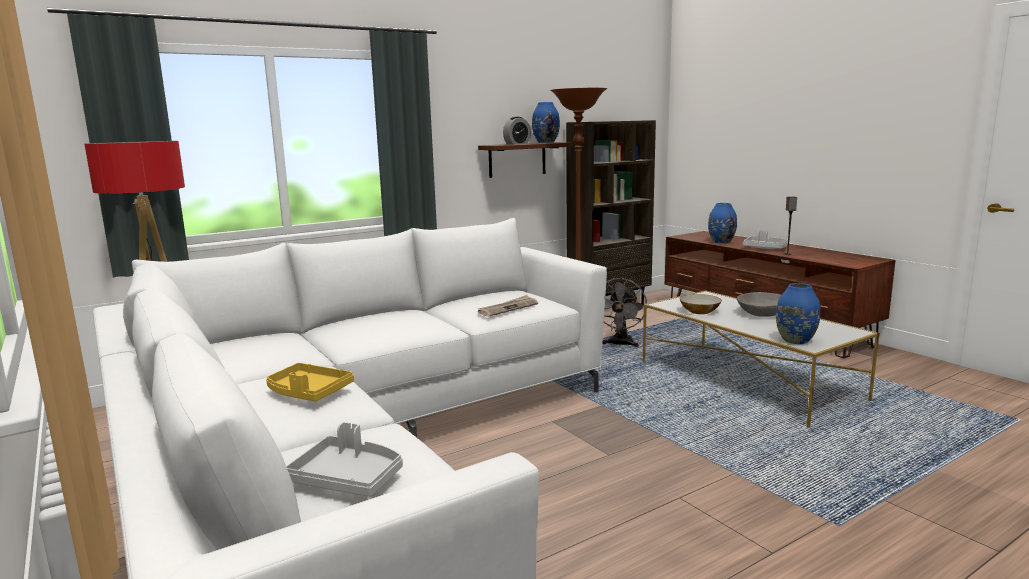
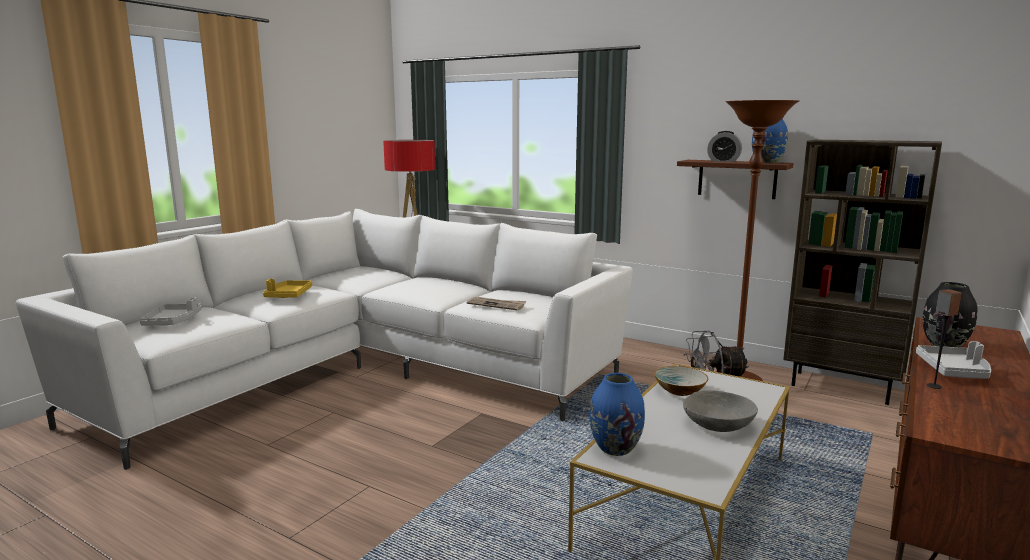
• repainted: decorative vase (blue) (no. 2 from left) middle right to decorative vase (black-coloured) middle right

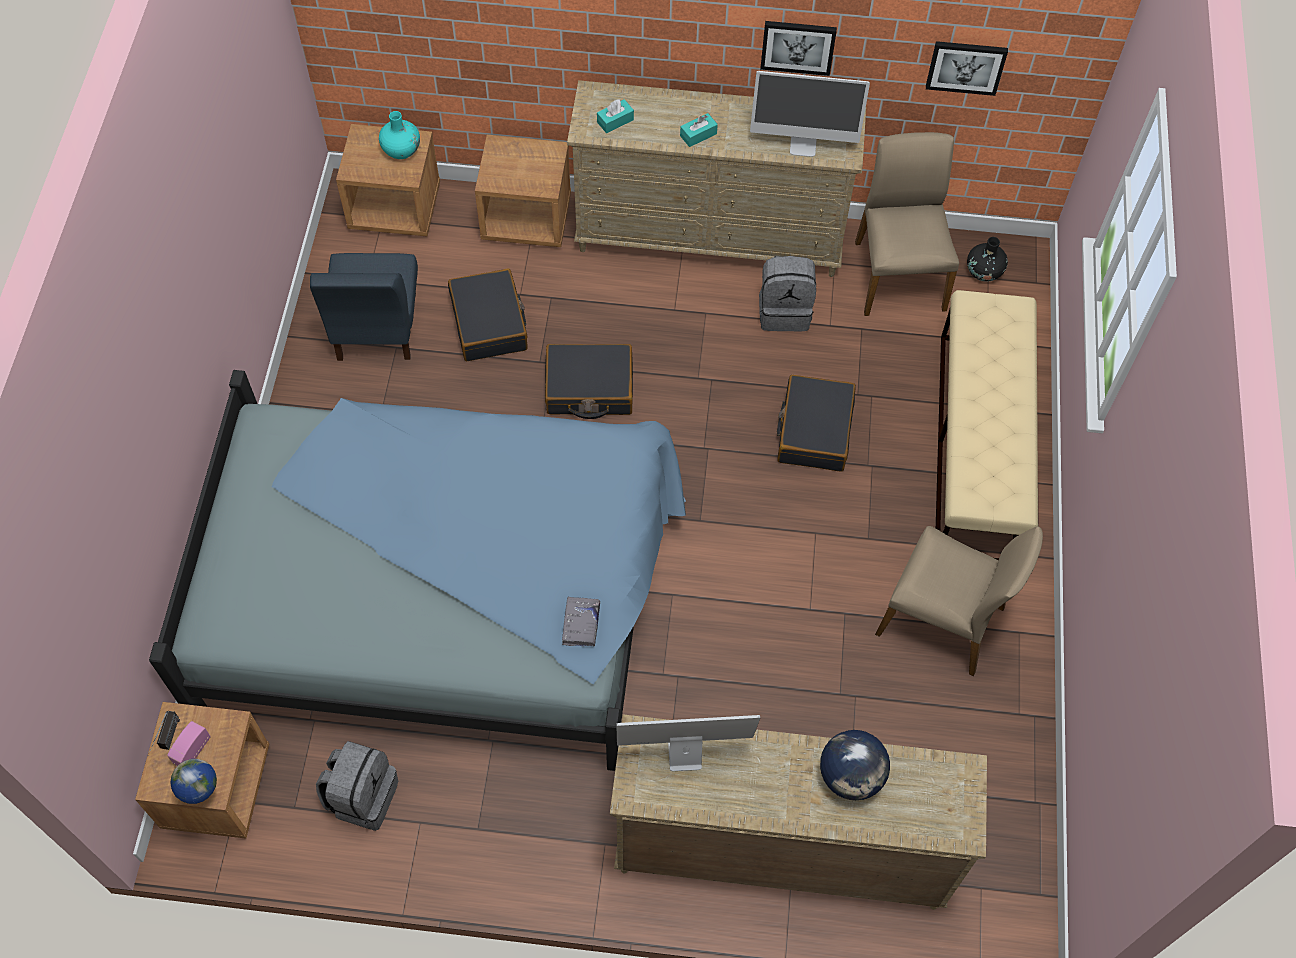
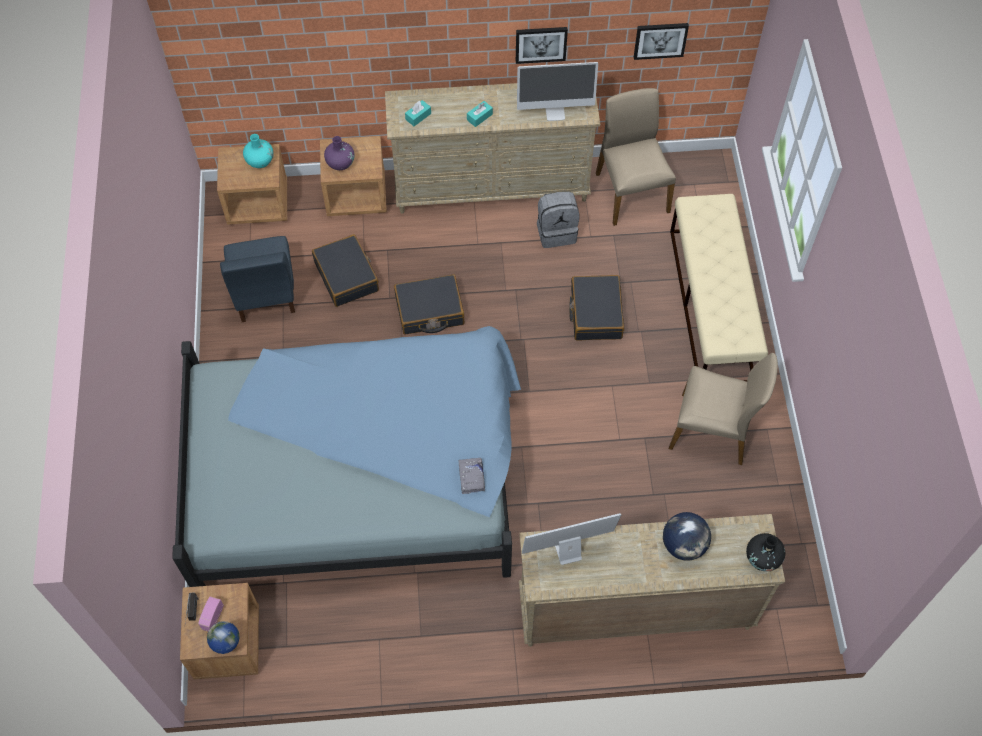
• shifted: decorative vase (black-coloured) top right to bottom right
• gone: backpack (grey) (no. 1 from left) bottom left
• new: decorative vase (purple-coloured) top centre

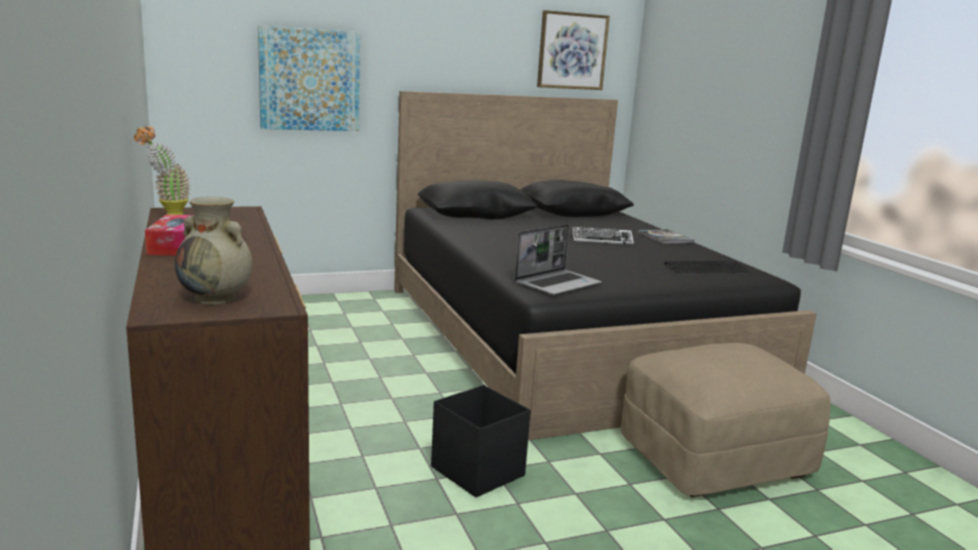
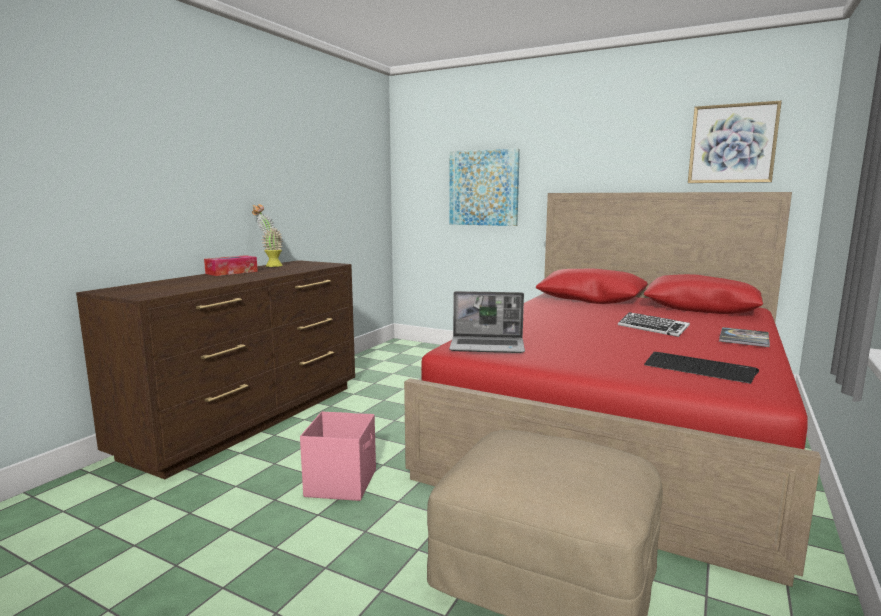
• repainted: bed (black-coloured) centre to bed (red) middle right
• gone: decorative vase (beige-coloured) middle left
• repainted: storage container (black-coloured) bottom centre to storage container (pinkish) bottom centre

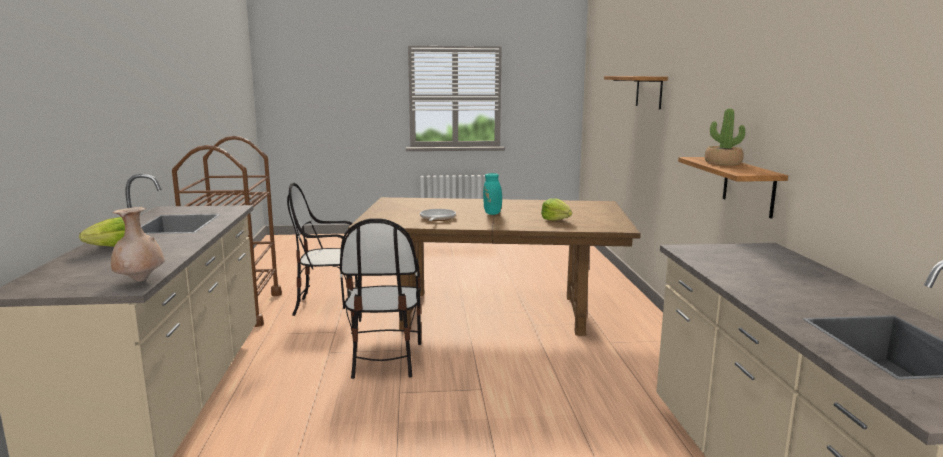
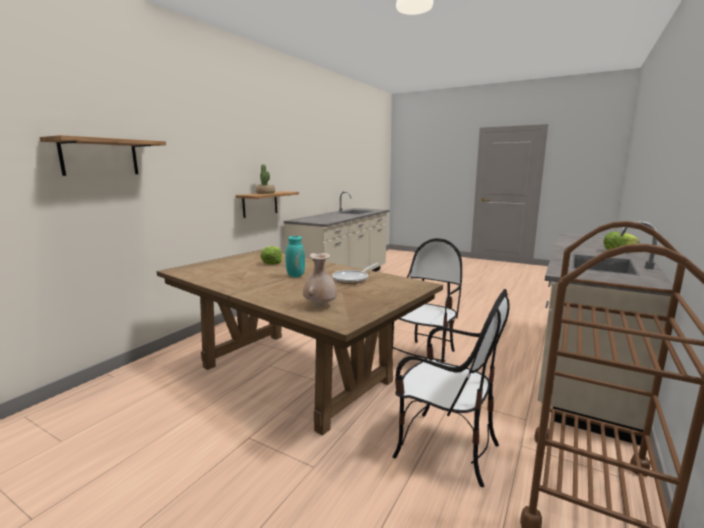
• shifted: decorative vase (beige-coloured) middle left to centre

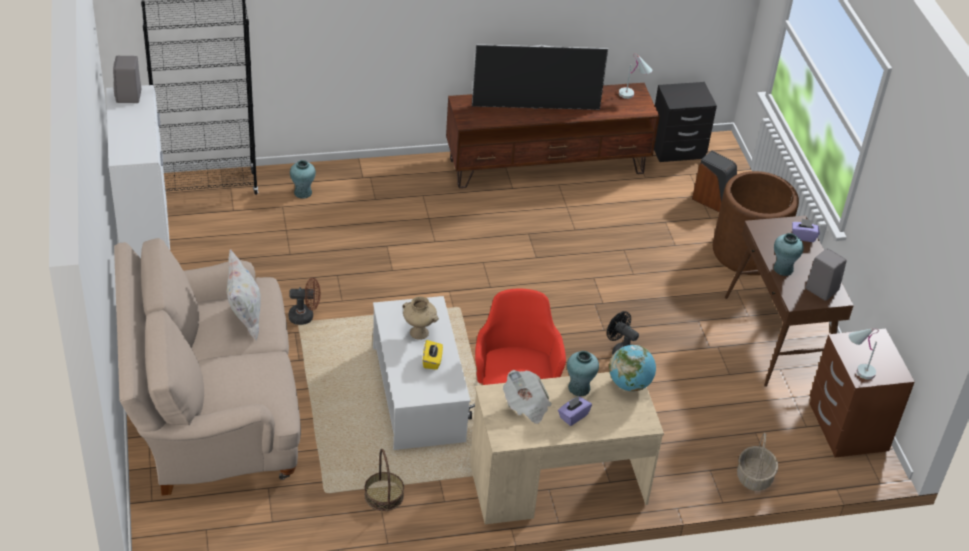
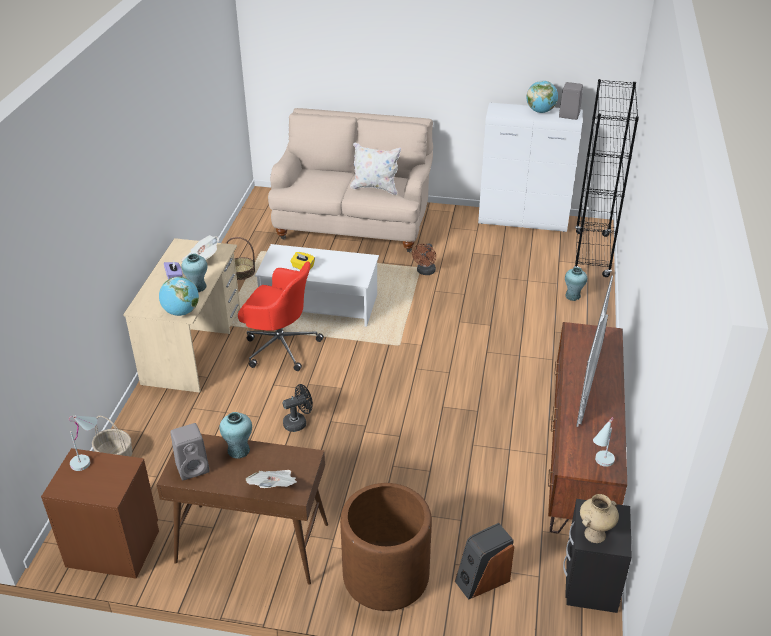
• swapped: box of tissues (purple-coloured) (no. 2 from left) middle right to daily paper (no. 2 from left) bottom centre
• shifted: decorative vase (beige-coloured) centre to bottom right
• new: desk globe (no. 2 from left) top right

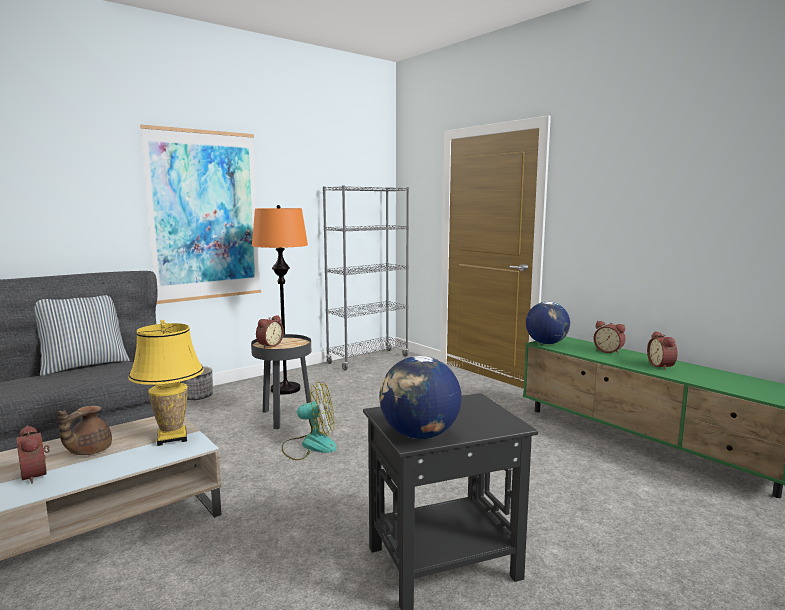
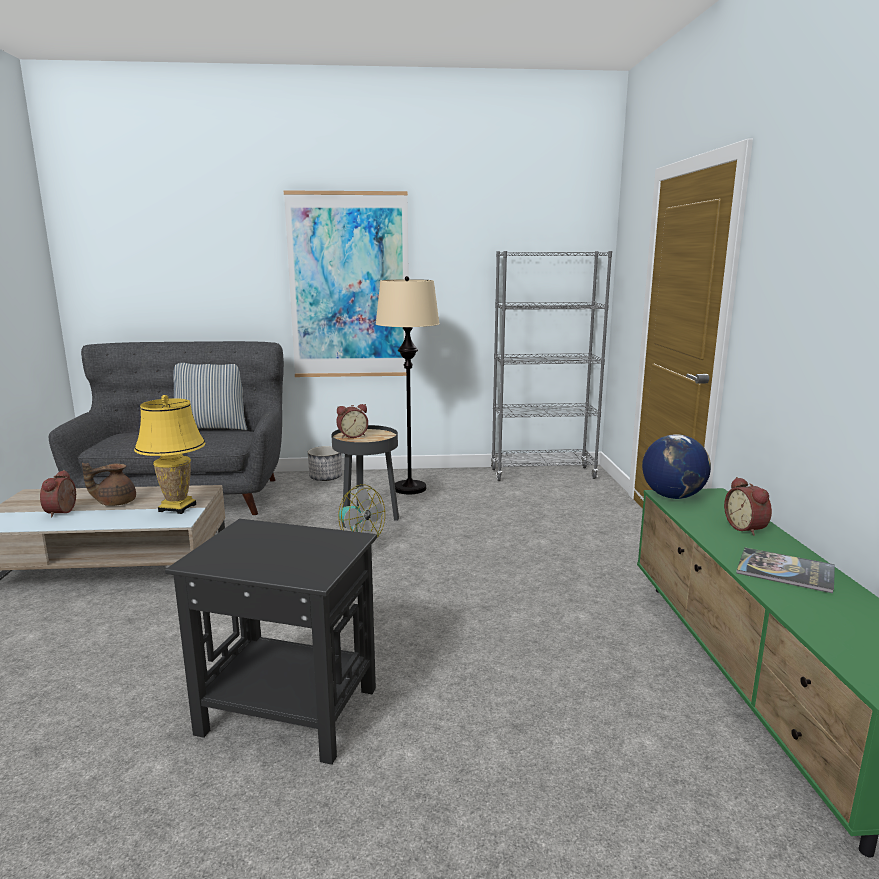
• repainted: standing lamp (orange) centre to standing lamp (beige-coloured) centre
• swapped: bedside clock (no. 4 from left) middle right to book middle right
• gone: desk globe (no. 1 from left) centre

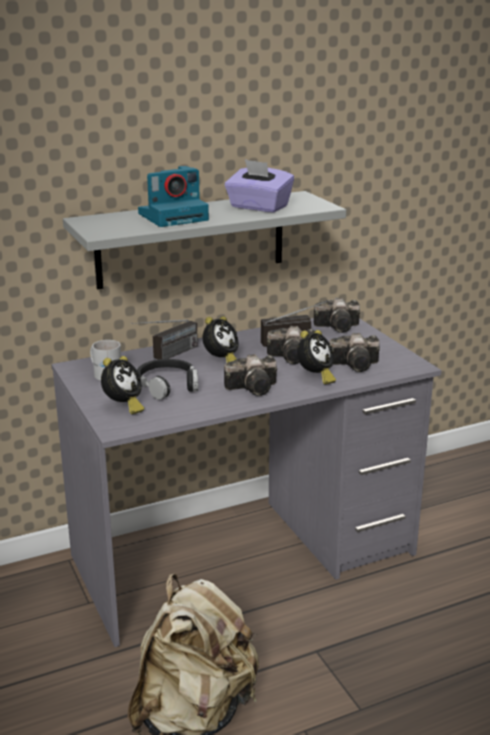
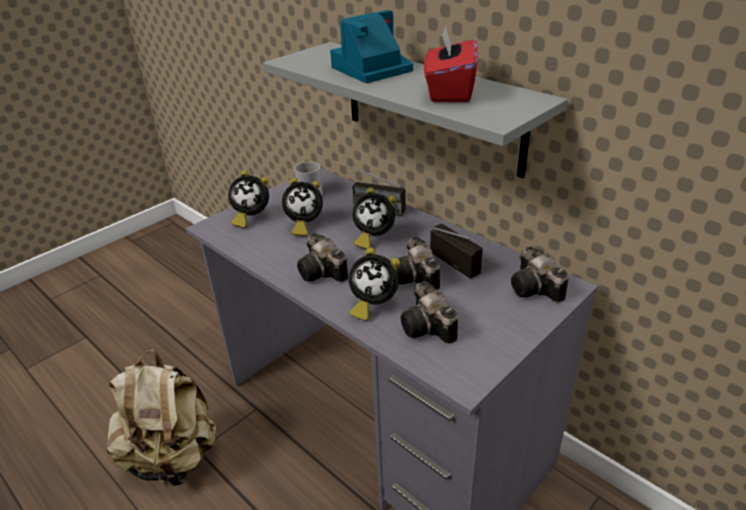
• repainted: box of tissues (purple-coloured) top centre to box of tissues (red) top centre
• rotated: still camera (no. 1 from left in the first image) top centre = top centre 105 degrees clockwise
• swapped: headphones (black-coloured) centre to bedside clock (no. 2 from left) centre

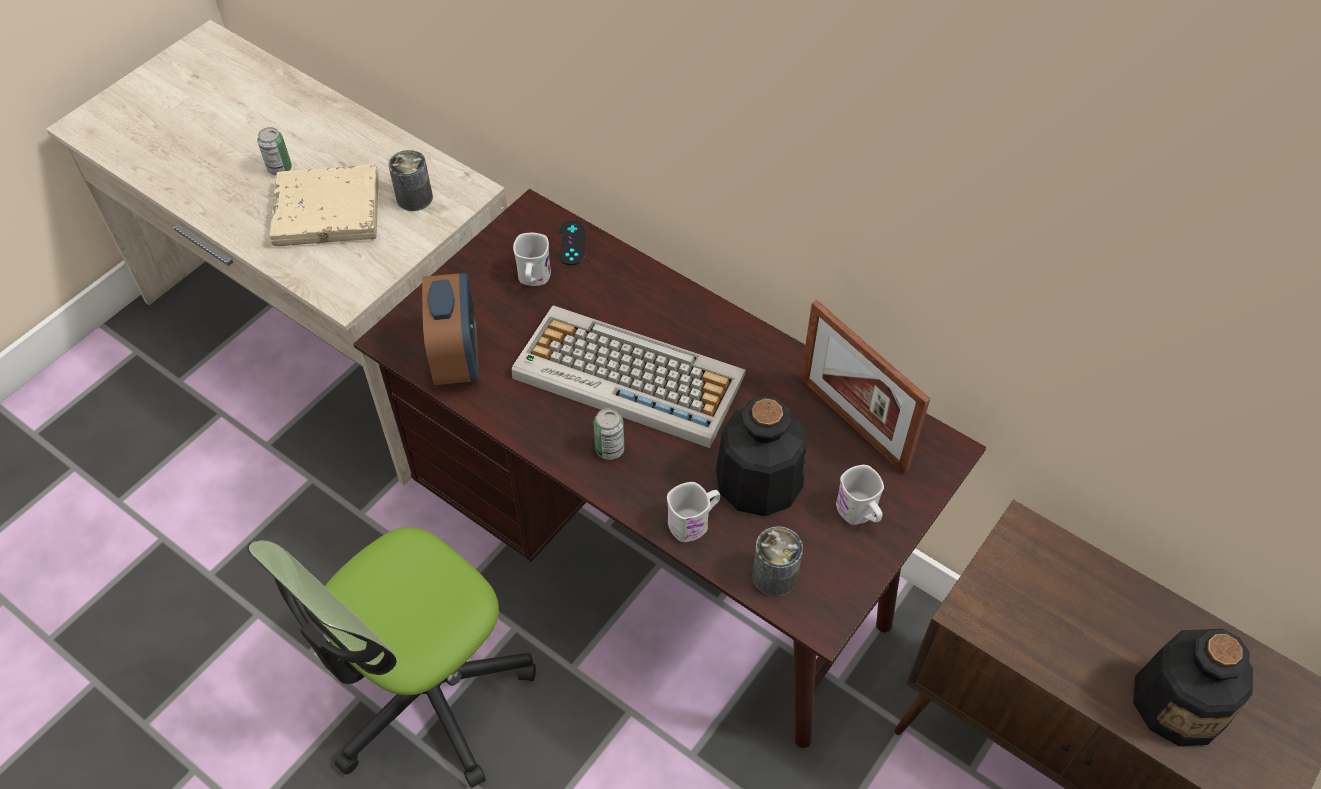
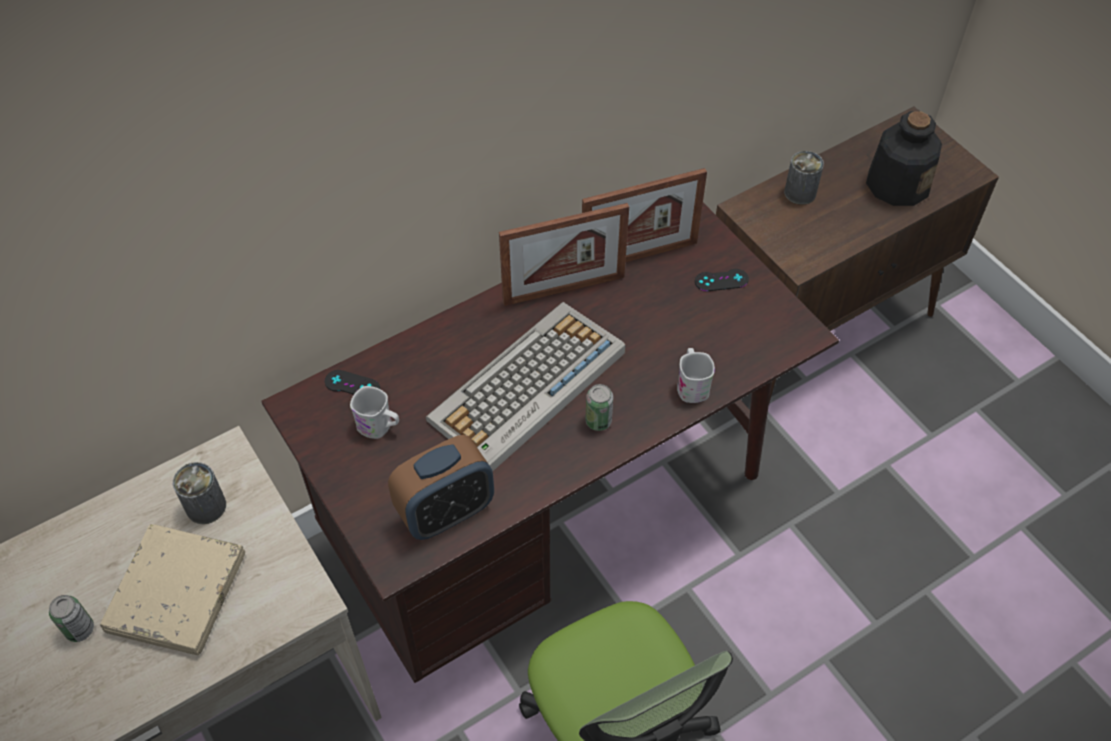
• rotated: bedside clock centre = centre 135 degrees clockwise
• gone: drink bottle (no. 1 from left) centre
• swapped: mug (whitish) (no. 3 from left) centre to gamepad (black-coloured) (no. 2 from left) centre
• shifted: sealed can (no. 4 from left) bottom centre to top right
• new: picture frame (no. 1 from left) centre

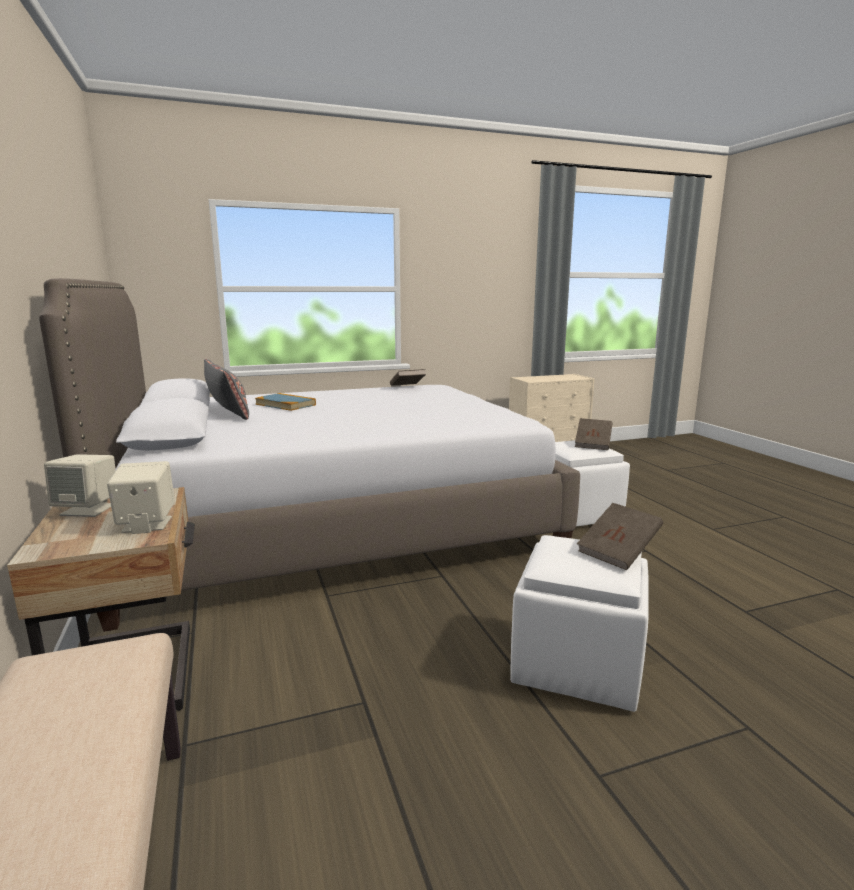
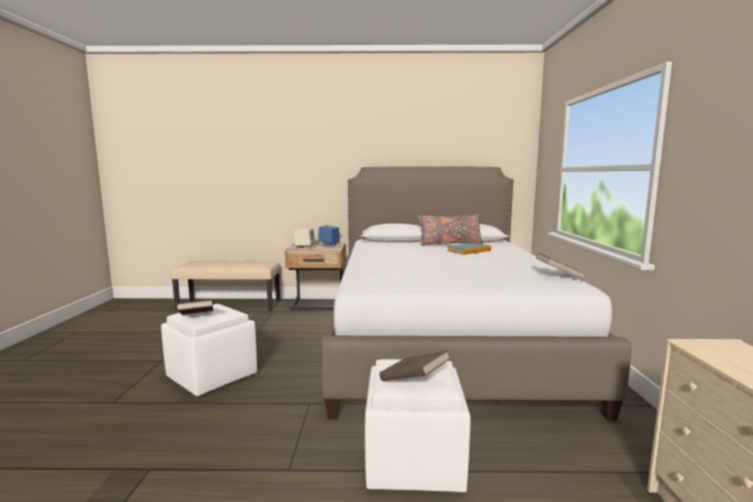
• repainted: audio speaker (beige-coloured) (no. 1 from left) middle left to audio speaker (blue) centre

